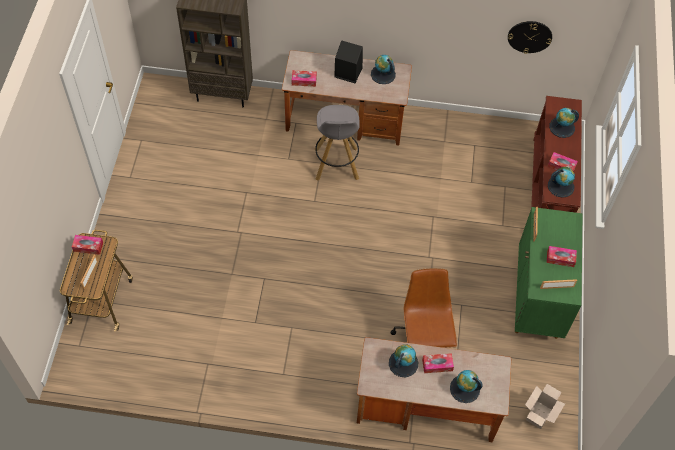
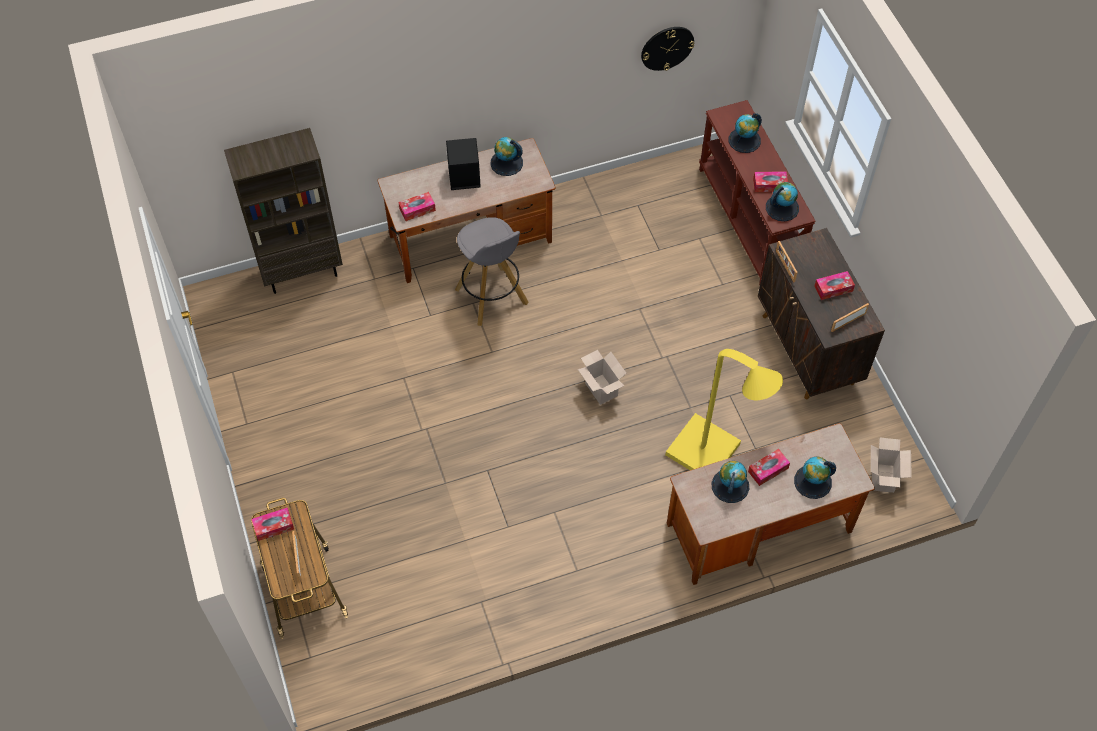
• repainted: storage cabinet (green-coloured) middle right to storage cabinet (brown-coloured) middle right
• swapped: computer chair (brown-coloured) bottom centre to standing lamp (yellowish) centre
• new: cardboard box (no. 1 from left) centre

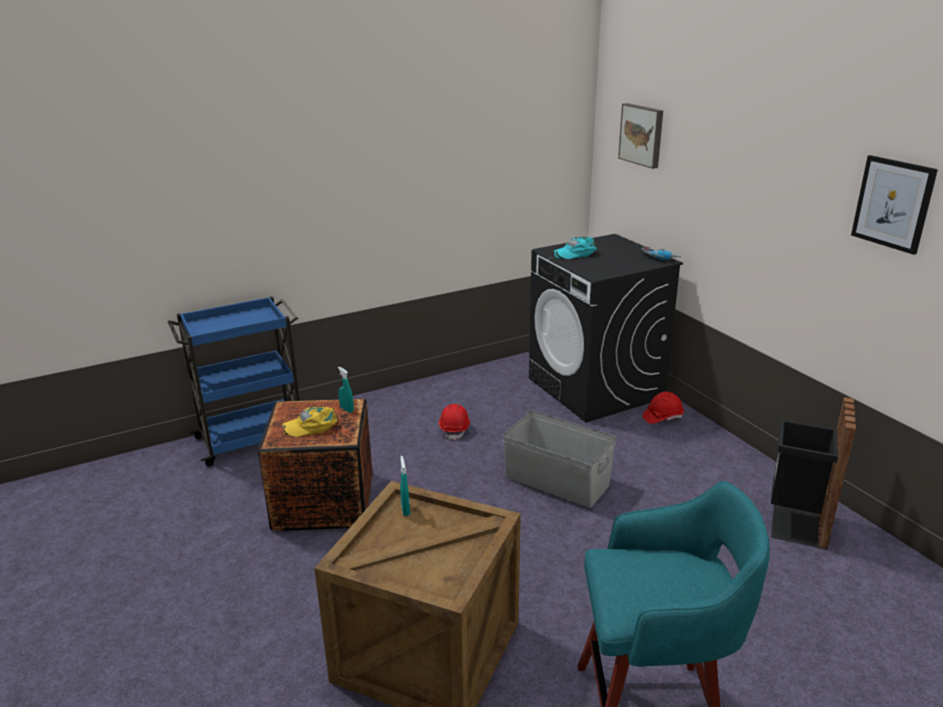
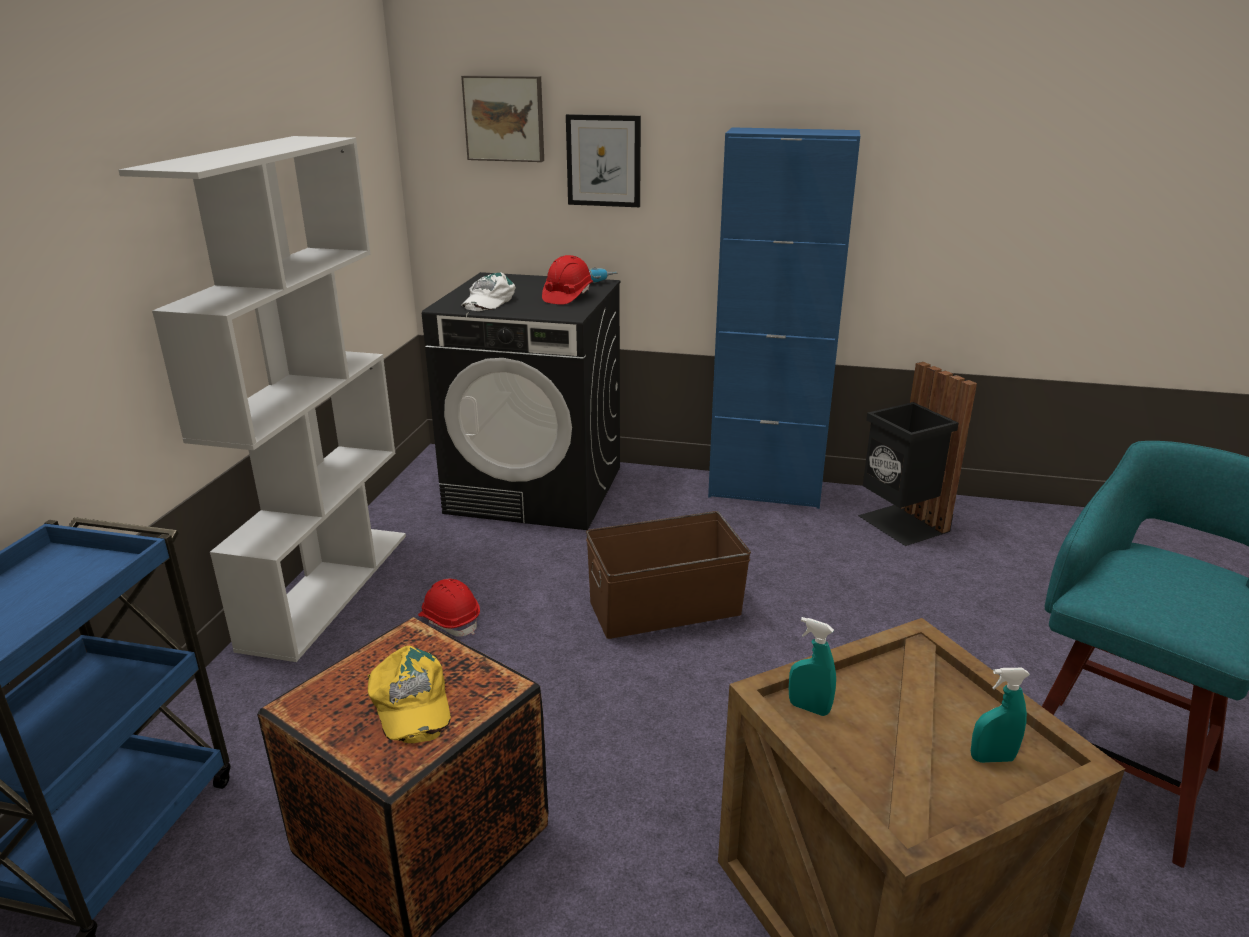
• shifted: wall art (no. 2 from left) top right to top centre
• repainted: baseball cap (blue-green) centre to baseball cap (whitish) top centre
• shifted: sprayer (blue-green) (no. 1 from left in the first image) centre to sprayer (blue-green) (no. 2 from left) bottom right
• shifted: safety helmet (red) (no. 2 from left) middle right to top centre
• rotated: baseball cap (yellowish) middle left = bottom left 45 degrees counterclockwise
• repainted: storage container (grey) centre to storage container (brown-coloured) centre
• new: storage cabinet (blue) centre
• new: shelving unit (whitish) middle left

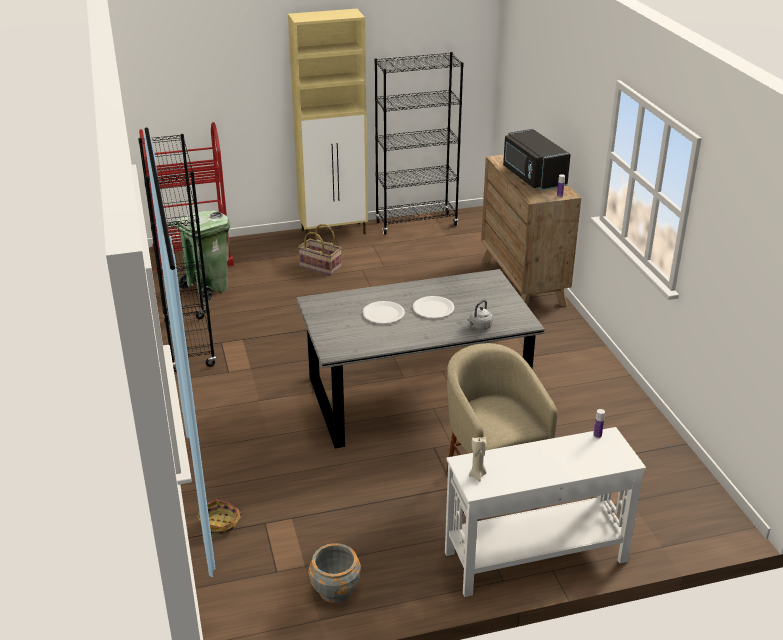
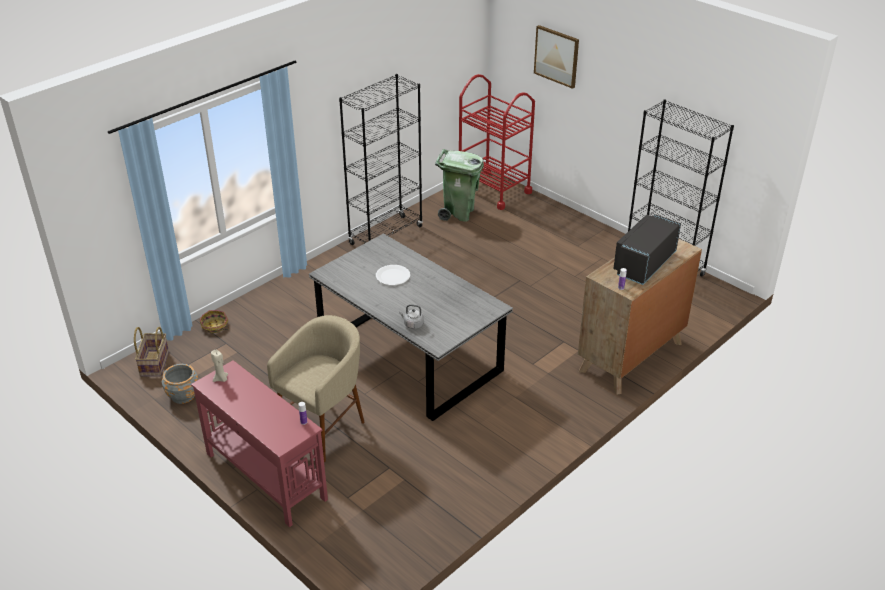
• gone: storage cabinet (beige-coloured) top centre
• shifted: household basket (no. 2 from left in the first image) centre to household basket (no. 1 from left) middle left
• gone: dinner plate (whitish) (no. 2 from left) centre
• repainted: console table (whitish) bottom right to console table (red) bottom left
• new: wall art top centre

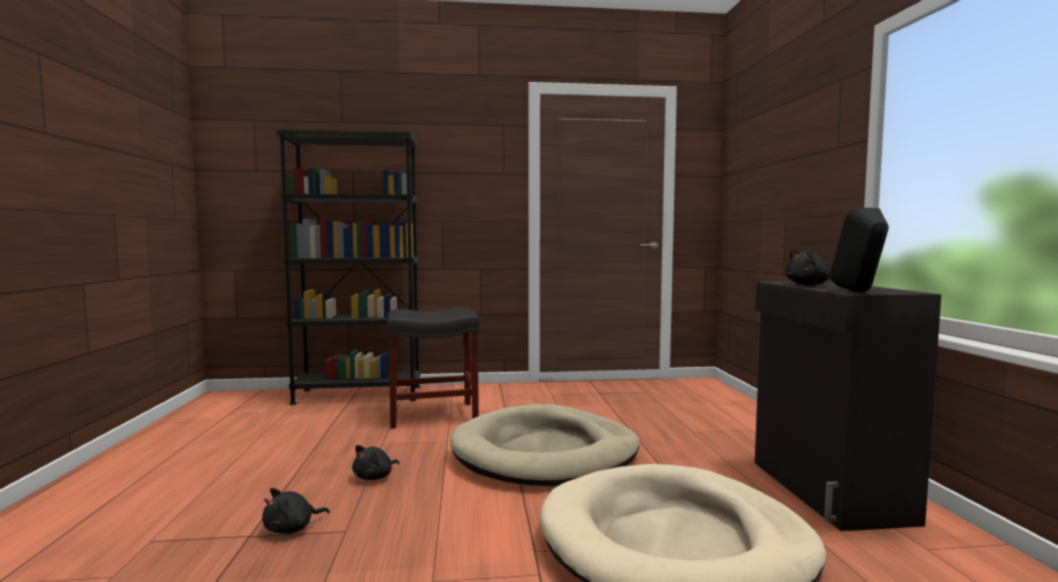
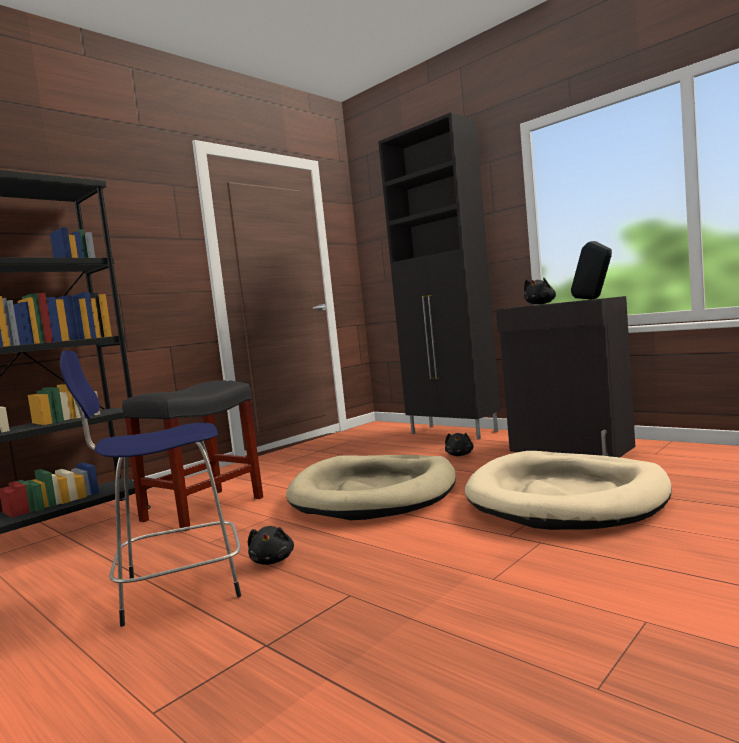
• shifted: cuddly toy (black-coloured) (no. 1 from left in the first image) bottom left to cuddly toy (black-coloured) (no. 2 from left) centre
• new: storage cabinet (black-coloured) (no. 1 from left) centre
• new: stool (blue) middle left

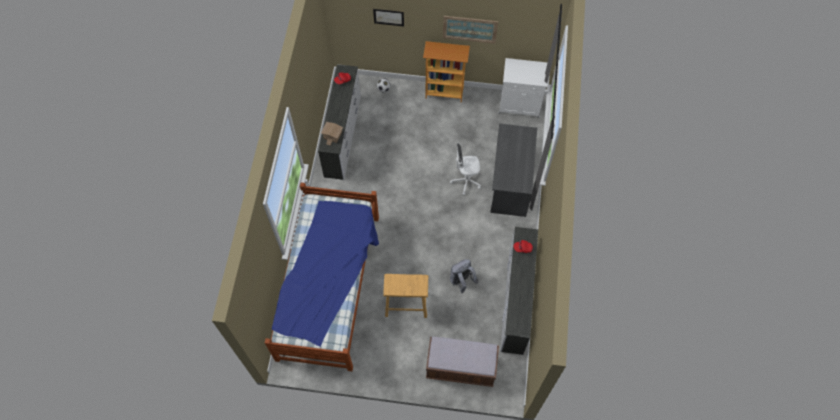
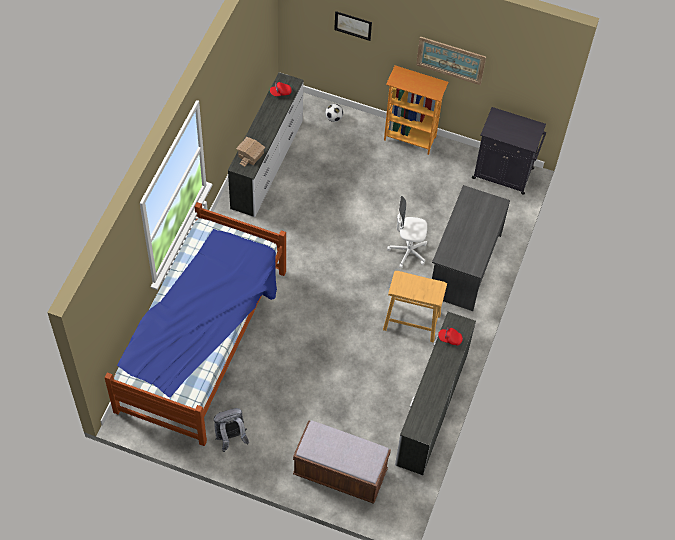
• repainted: storage cabinet (whitish) top centre to storage cabinet (black-coloured) top right
• shifted: backpack (grey) centre to bottom centre
• shifted: stool (beige-coloured) bottom centre to centre

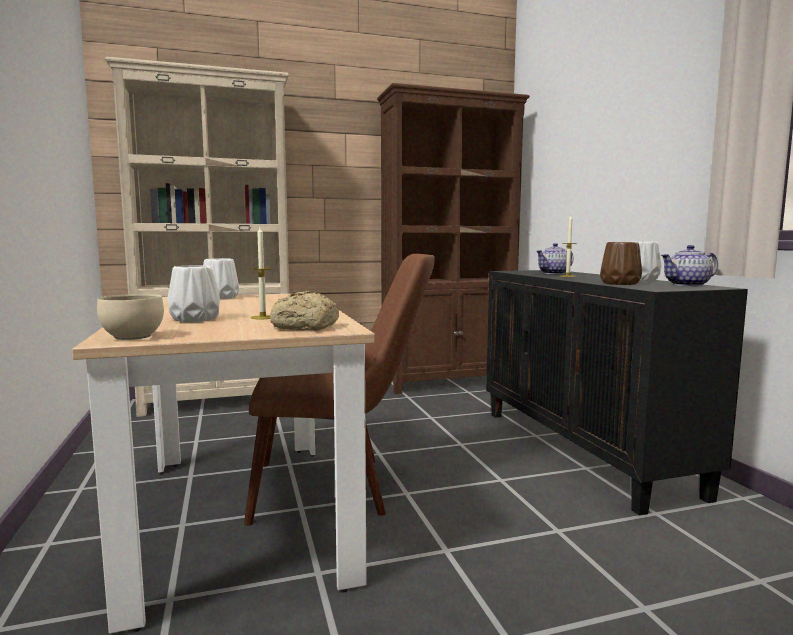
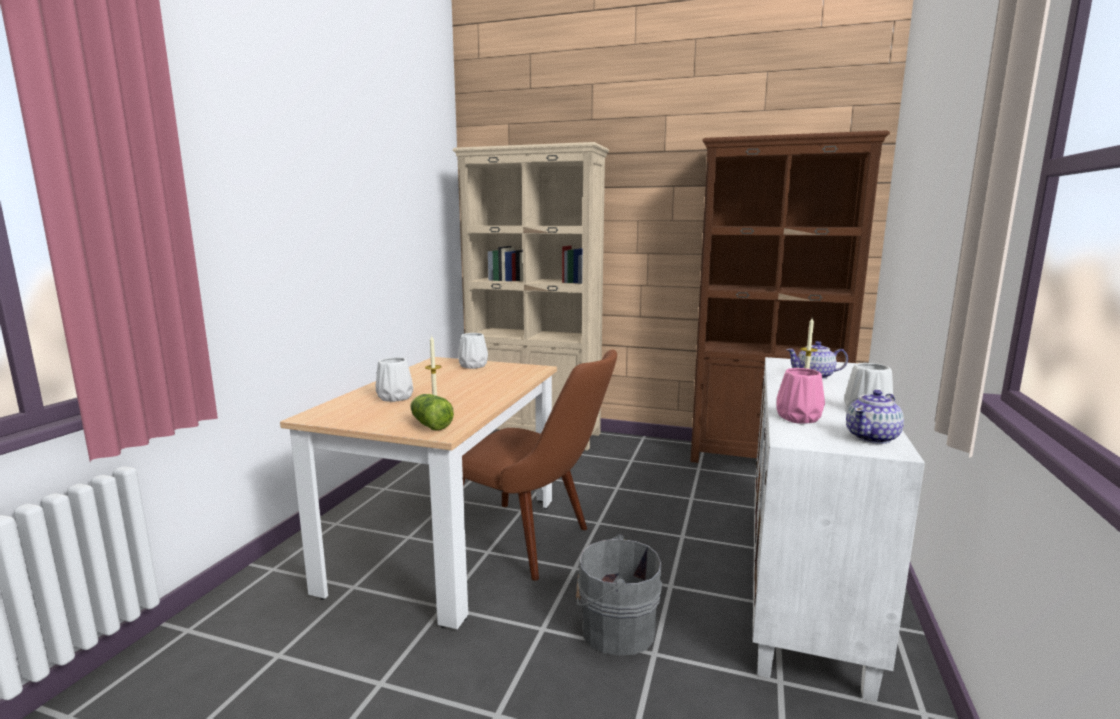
• repainted: decorative vase (brown-coloured) middle right to decorative vase (pinkish) middle right
• rotated: tea pot (no. 2 from left) middle right = middle right 60 degrees counterclockwise
• repainted: storage cabinet (black-coloured) middle right to storage cabinet (whitish) bottom right
• swapped: bakery bread centre to head of lettuce centre
• gone: serving bowl (beige-coloured) middle left
• new: pail (grey) bottom centre

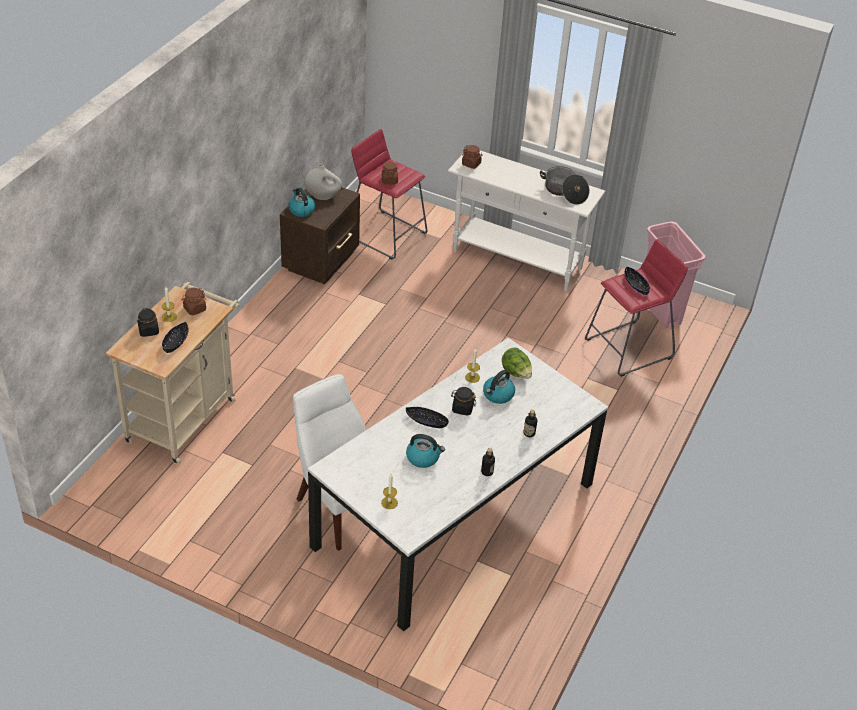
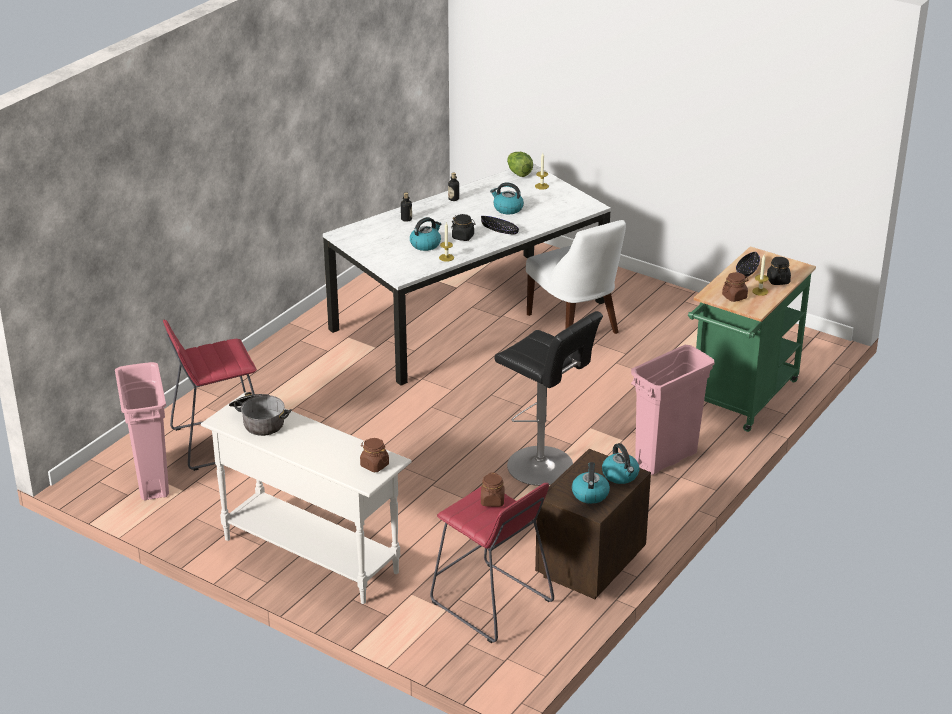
• swapped: decorative vase (whitish) top centre to water kettle (no. 3 from left) bottom centre
• gone: serving bowl (black-coloured) (no. 3 from left) middle right
• repainted: cart (beige-coloured) middle left to cart (green-coloured) middle right
• shifted: head of lettuce centre to top centre
• new: stool (black-coloured) centre
• new: rubbish bin (pinkish) (no. 2 from left) middle right

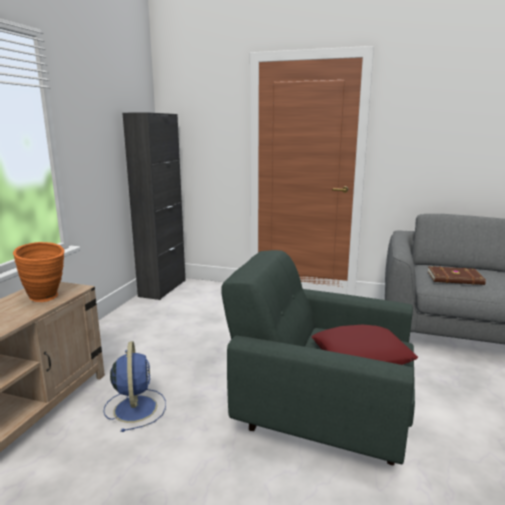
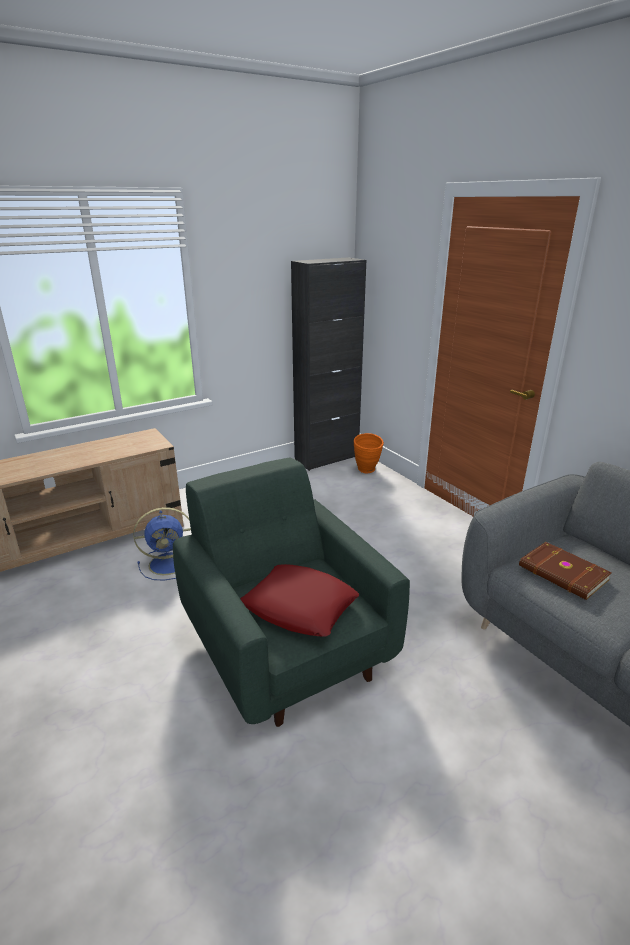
• shifted: decorative vase (orange) middle left to centre
• rotated: electric fan (blue) bottom left = middle left 45 degrees clockwise

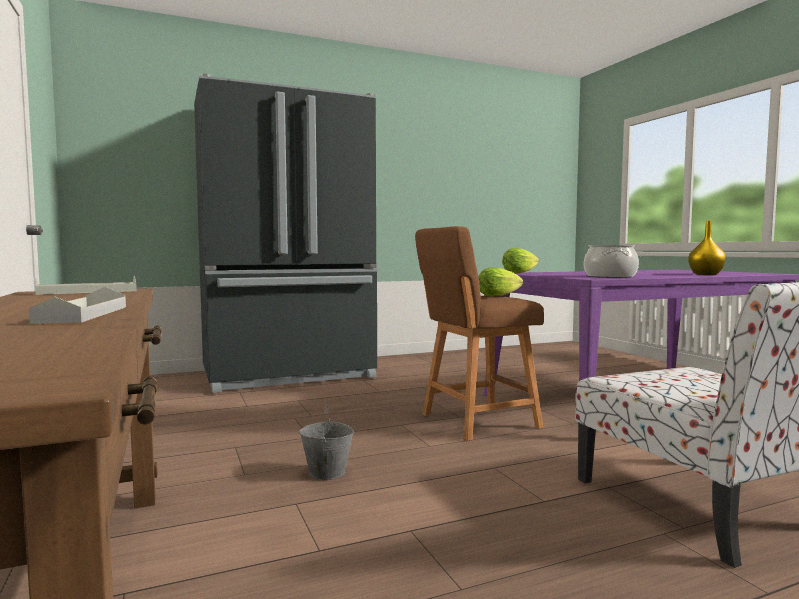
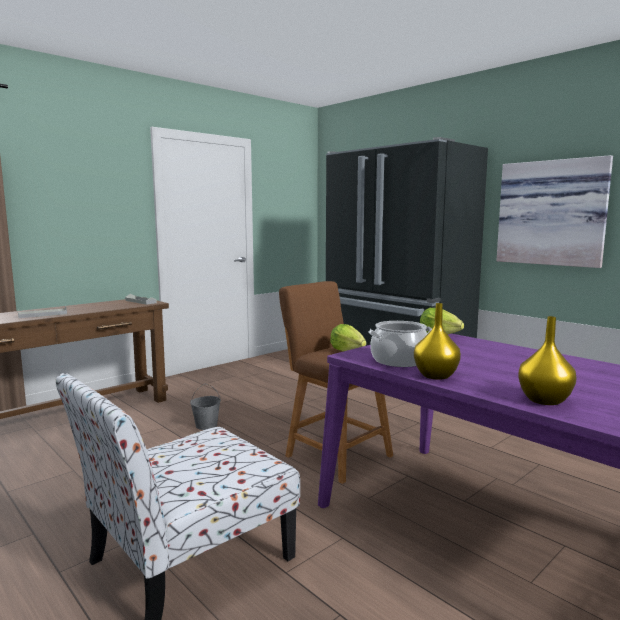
• new: wall art middle right
• new: decorative vase (yellowish) (no. 1 from left) middle right

